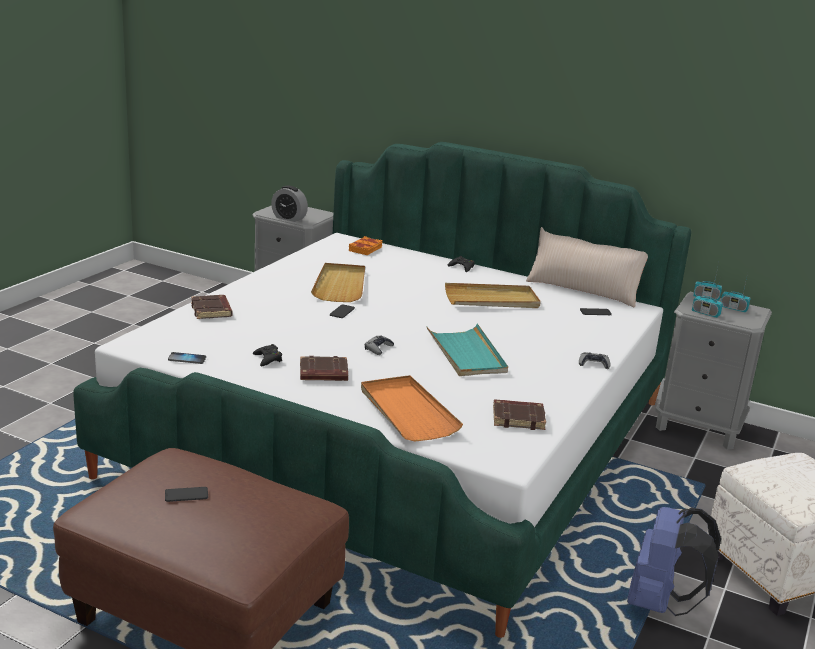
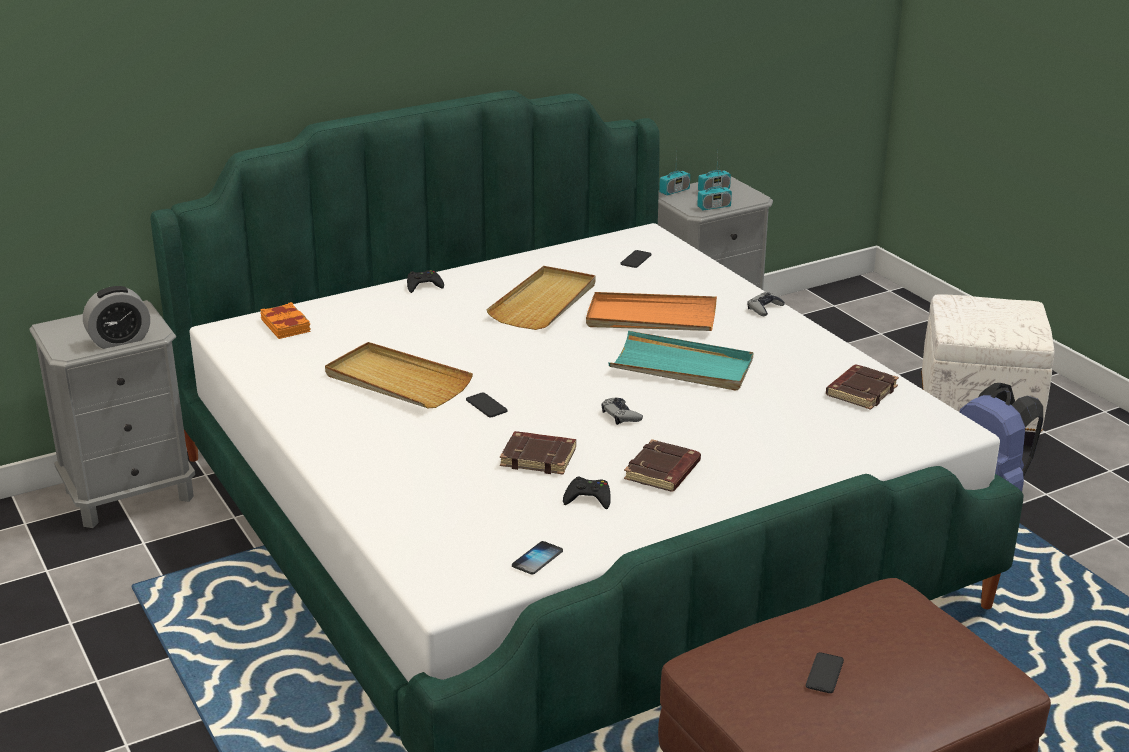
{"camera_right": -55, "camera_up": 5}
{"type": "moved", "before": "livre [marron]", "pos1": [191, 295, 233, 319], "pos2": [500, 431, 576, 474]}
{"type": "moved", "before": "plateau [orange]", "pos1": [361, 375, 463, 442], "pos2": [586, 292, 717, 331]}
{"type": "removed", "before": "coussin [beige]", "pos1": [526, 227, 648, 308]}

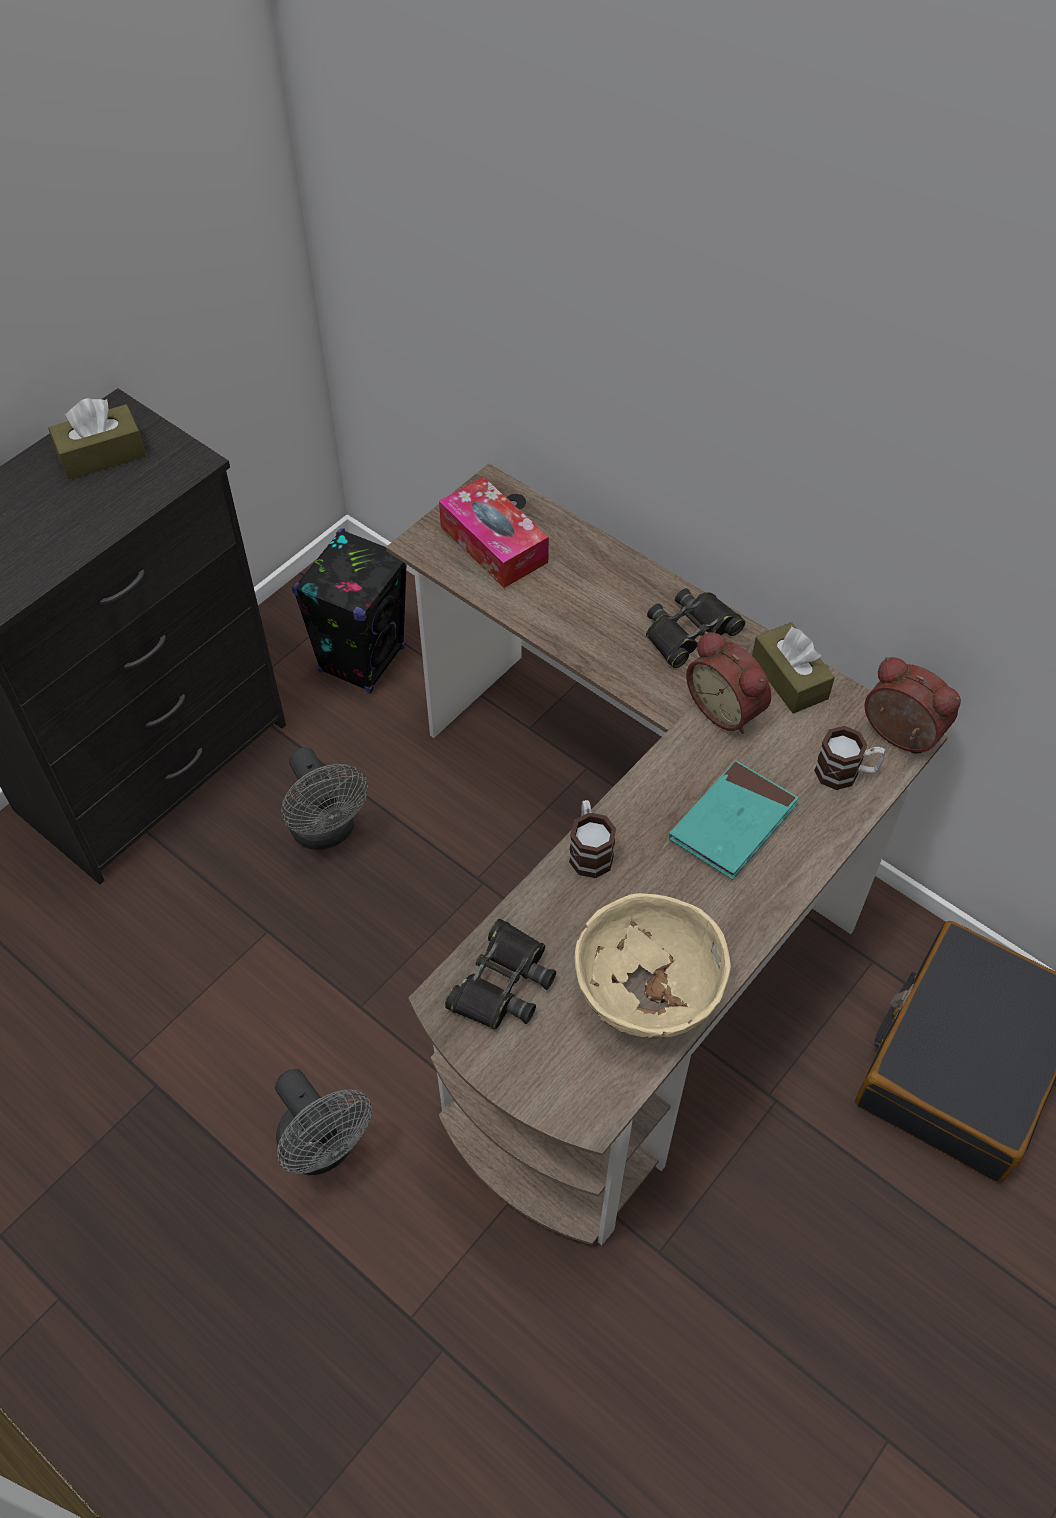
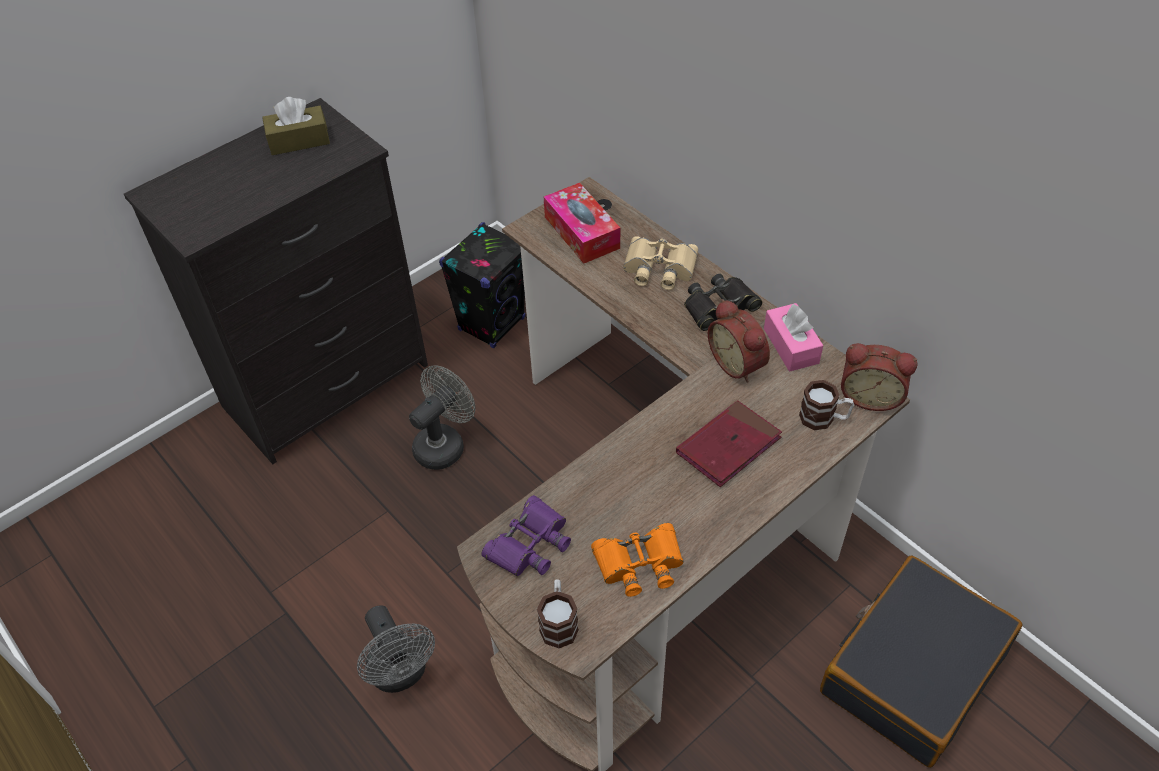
{"camera_right": 10, "camera_up": -5}
{"type": "turned", "before": "ventilateur [gris]", "pos1": [281, 748, 368, 850], "pos2": [409, 365, 475, 470], "turn": -120}
{"type": "recoloured", "before": "jumelles [noir]", "after": "jumelles [violet]", "pos1": [445, 918, 556, 1030], "pos2": [482, 495, 571, 576]}
{"type": "moved", "before": "mug", "pos1": [569, 800, 616, 878], "pos2": [537, 579, 579, 648]}
{"type": "replaced", "before": "bol [beige]", "after": "jumelles [orange]", "pos1": [575, 893, 731, 1039], "pos2": [591, 523, 684, 597]}
{"type": "added", "after": "jumelles [beige]", "pos2": [623, 236, 698, 290]}
{"type": "recoloured", "before": "livre [turquoise]", "after": "livre [rouge]", "pos1": [669, 760, 799, 880], "pos2": [676, 400, 782, 487]}
{"type": "recoloured", "before": "boîte à mouchoirs [marron]", "after": "boîte à mouchoirs [rose]", "pos1": [752, 622, 835, 714], "pos2": [764, 303, 823, 372]}
{"type": "turned", "before": "réveil", "pos1": [865, 657, 961, 753], "pos2": [841, 343, 917, 411], "turn": 150}

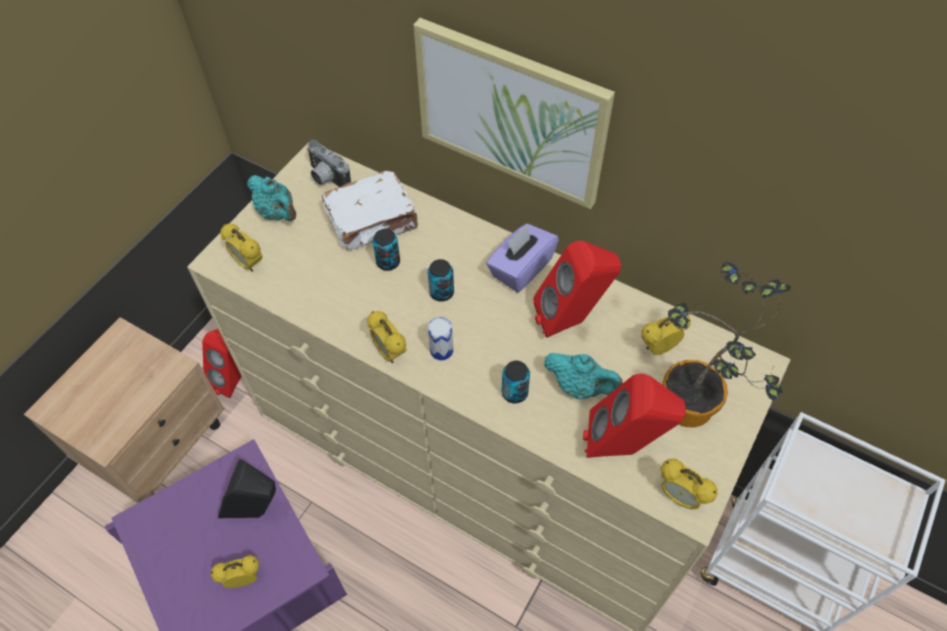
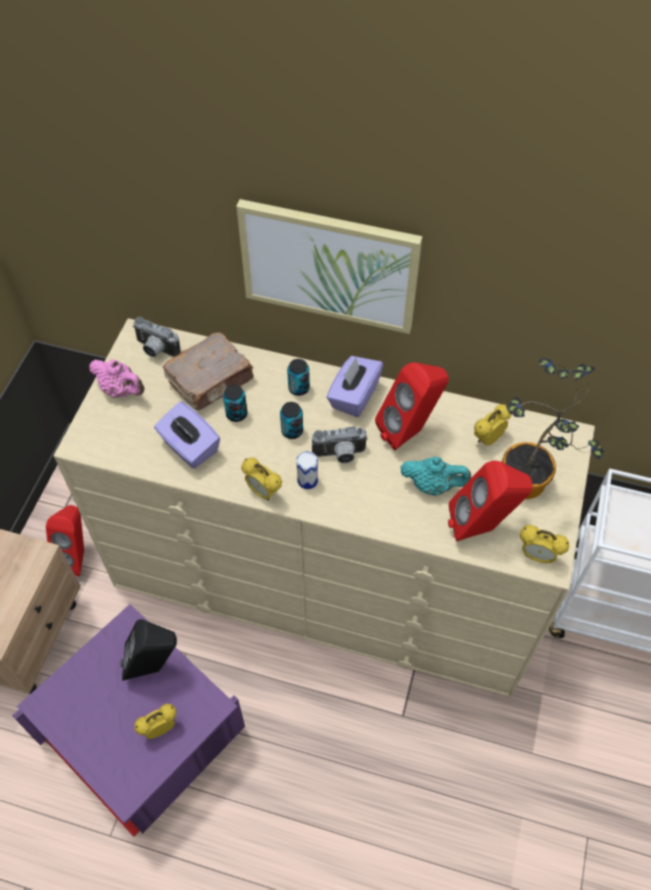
{"camera_right": -15, "camera_up": 0}
{"type": "recoloured", "before": "théière [turquoise]", "after": "théière [rose]", "pos1": [247, 175, 296, 221], "pos2": [89, 359, 144, 398]}
{"type": "added", "after": "boîte à mouchoirs [violet]", "pos2": [154, 401, 220, 469]}
{"type": "recoloured", "before": "livre [blanc]", "after": "livre [marron]", "pos1": [322, 171, 419, 250], "pos2": [163, 333, 254, 410]}
{"type": "moved", "before": "boîte métallique", "pos1": [501, 361, 530, 403], "pos2": [287, 359, 310, 396]}
{"type": "added", "after": "appareil photo", "pos2": [312, 426, 368, 463]}
{"type": "removed", "before": "réveil", "pos1": [220, 224, 262, 272]}

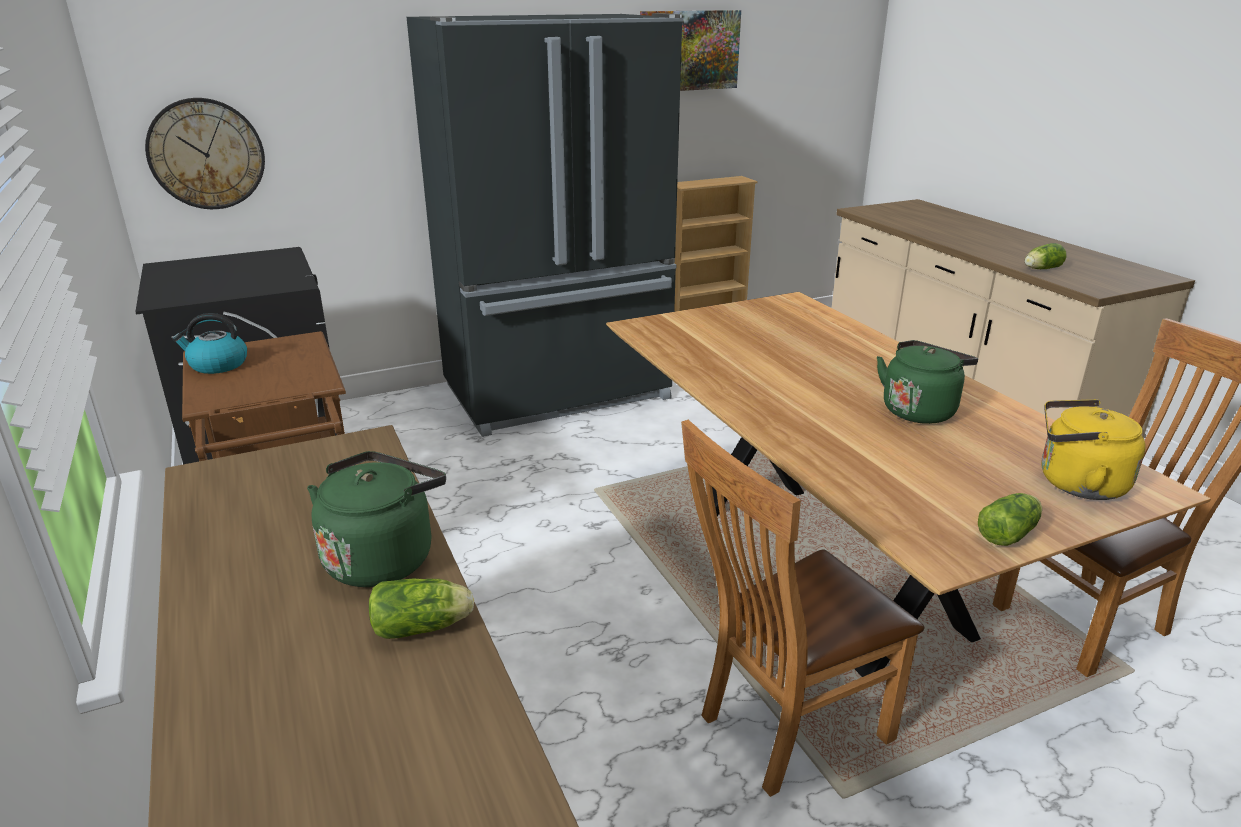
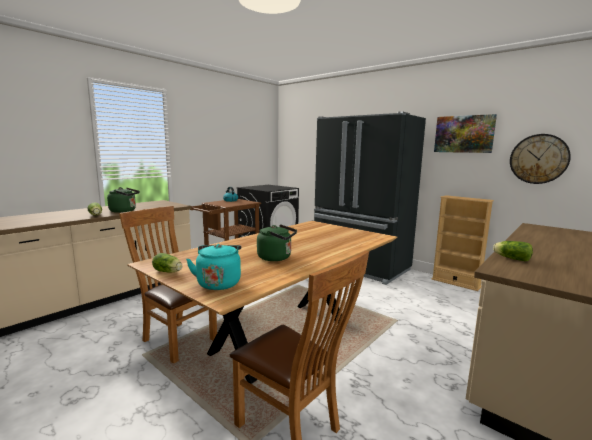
{"camera_right": 65, "camera_up": -15}
{"type": "recoloured", "before": "bouilloire [jaune]", "after": "bouilloire [turquoise]", "pos1": [1041, 399, 1146, 500], "pos2": [186, 244, 241, 290]}
{"type": "moved", "before": "horloge murale", "pos1": [145, 98, 265, 209], "pos2": [510, 134, 571, 184]}

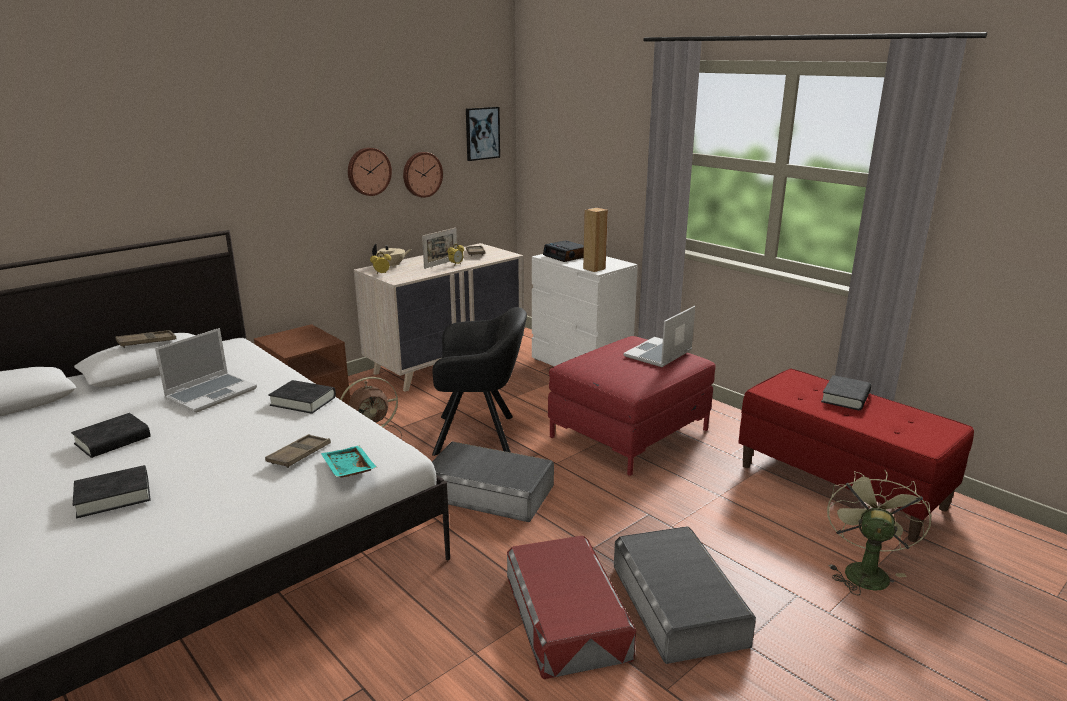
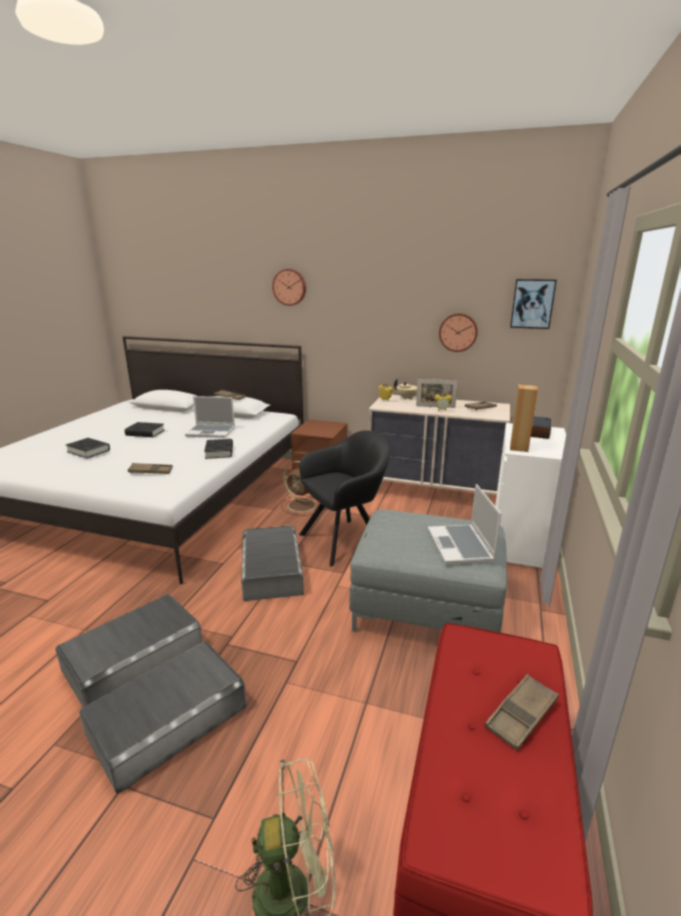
{"camera_right": 60, "camera_up": 0}
{"type": "recoloured", "before": "boîte de rangement [rouge]", "after": "boîte de rangement [gris]", "pos1": [507, 535, 636, 679], "pos2": [56, 594, 203, 707]}
{"type": "moved", "before": "horloge murale", "pos1": [348, 148, 392, 196], "pos2": [272, 269, 306, 306]}
{"type": "turned", "before": "fauteuil [noir]", "pos1": [432, 307, 527, 456], "pos2": [299, 430, 390, 566], "turn": -90}
{"type": "recoloured", "before": "pouf [rouge]", "after": "pouf [gris]", "pos1": [548, 336, 715, 476], "pos2": [349, 510, 507, 633]}
{"type": "turned", "before": "ordinateur portable", "pos1": [623, 306, 695, 367], "pos2": [428, 484, 501, 564], "turn": -105}
{"type": "replaced", "before": "livre [noir]", "after": "plateau [marron]", "pos1": [821, 375, 871, 410], "pos2": [485, 674, 559, 751]}
{"type": "removed", "before": "plateau [turquoise]", "pos1": [321, 446, 377, 478]}

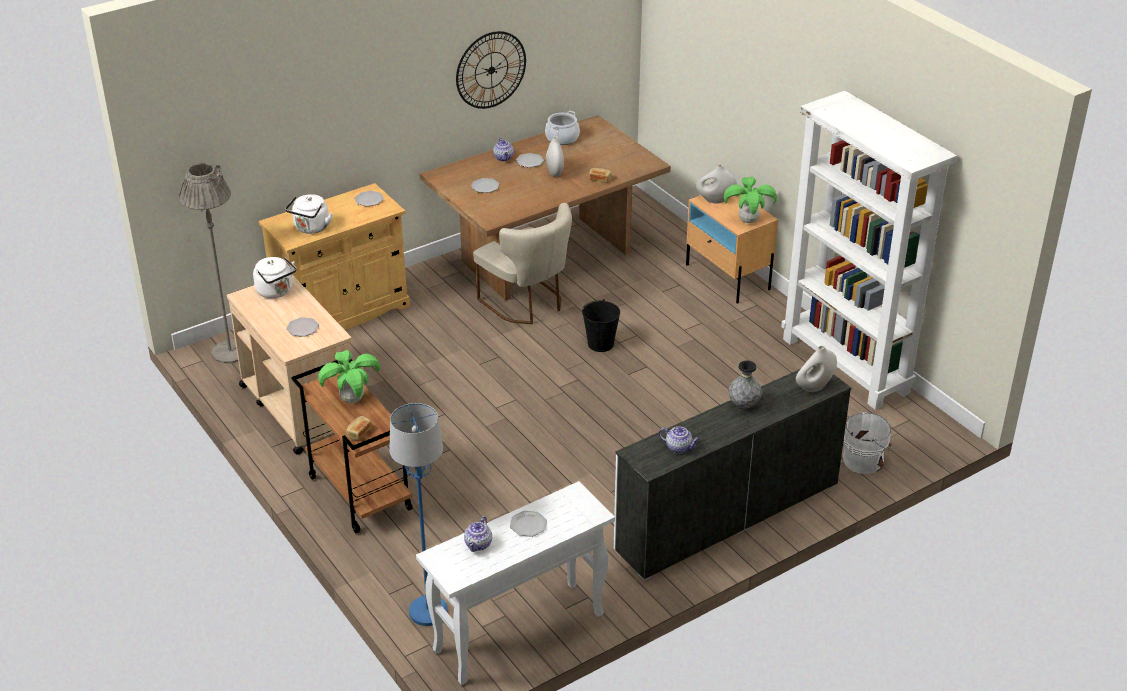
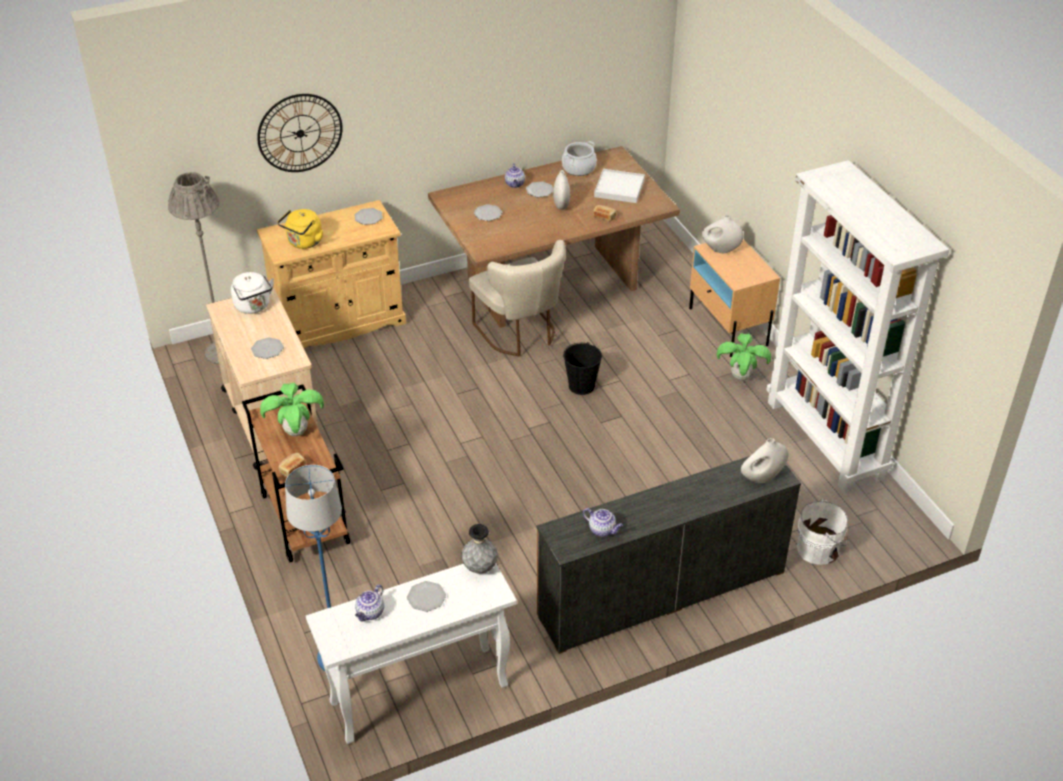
{"camera_right": 10, "camera_up": 5}
{"type": "moved", "before": "horloge murale", "pos1": [456, 31, 526, 109], "pos2": [257, 94, 343, 172]}
{"type": "recoloured", "before": "bouilloire [blanc]", "after": "bouilloire [jaune]", "pos1": [285, 194, 333, 234], "pos2": [278, 209, 323, 249]}
{"type": "moved", "before": "vase [gris]", "pos1": [729, 361, 762, 408], "pos2": [461, 524, 498, 574]}
{"type": "recoloured", "before": "commode [blanc]", "after": "commode [marron]", "pos1": [614, 369, 851, 581], "pos2": [537, 456, 801, 654]}
{"type": "added", "after": "plateau [blanc]", "pos2": [594, 169, 645, 203]}
{"type": "moved", "before": "plante en pot", "pos1": [724, 177, 777, 223], "pos2": [717, 333, 771, 381]}

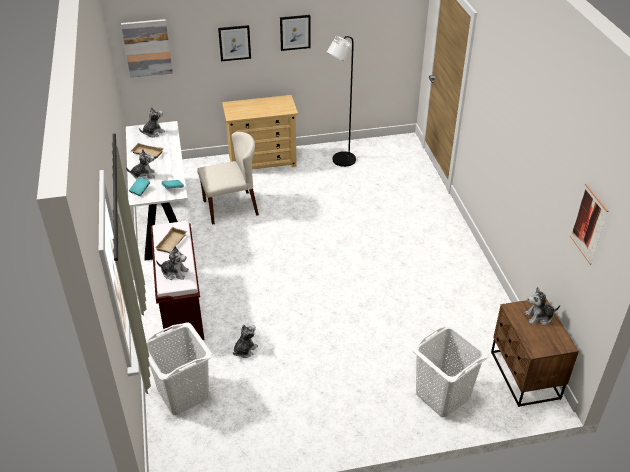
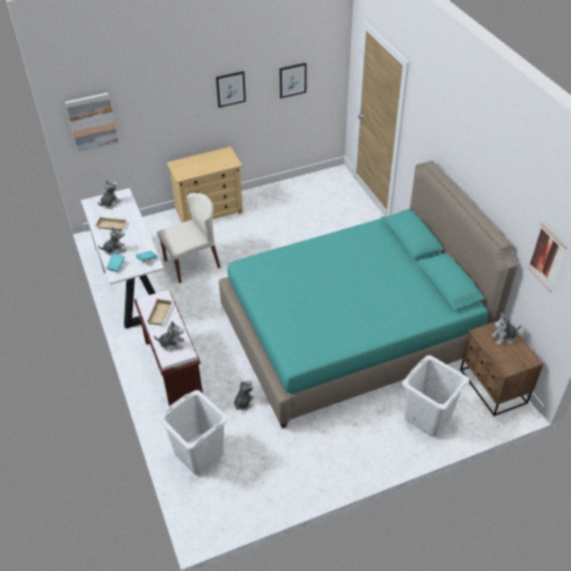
{"camera_right": -10, "camera_up": 5}
{"type": "added", "after": "lit [turquoise]", "pos2": [219, 161, 518, 428]}
{"type": "moved", "before": "tableau", "pos1": [218, 25, 251, 61], "pos2": [279, 63, 307, 98]}
{"type": "removed", "before": "lampadaire [noir]", "pos1": [326, 36, 356, 167]}

